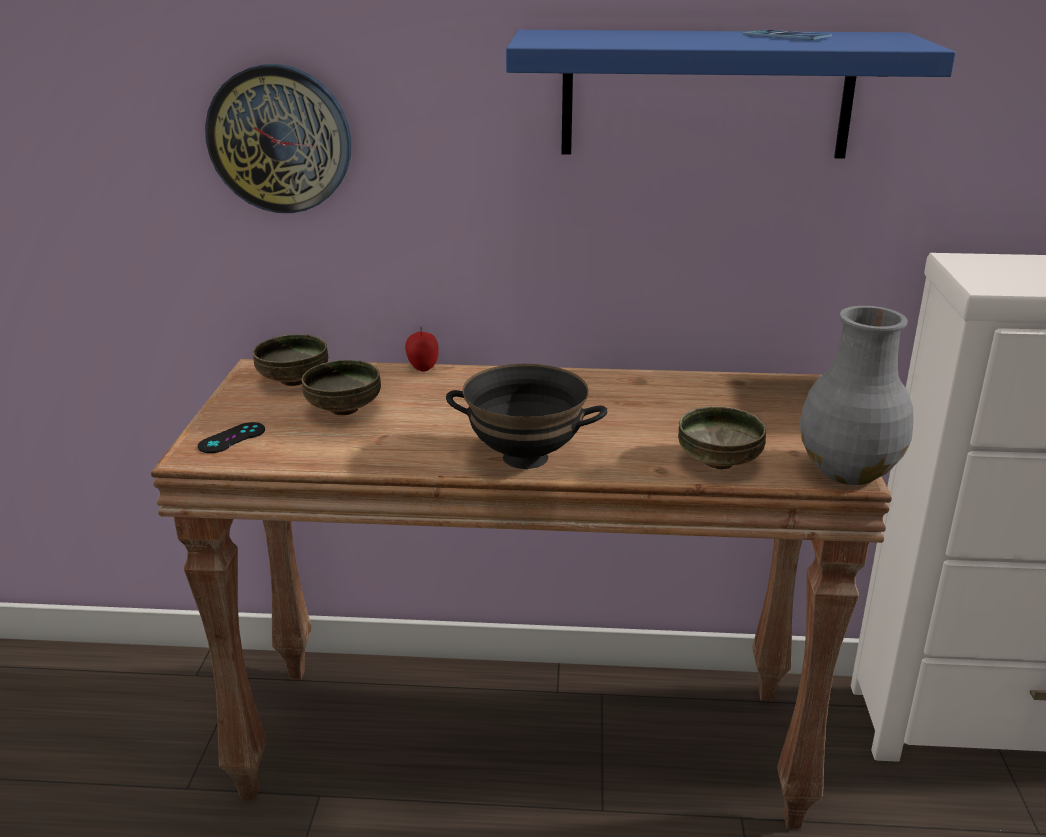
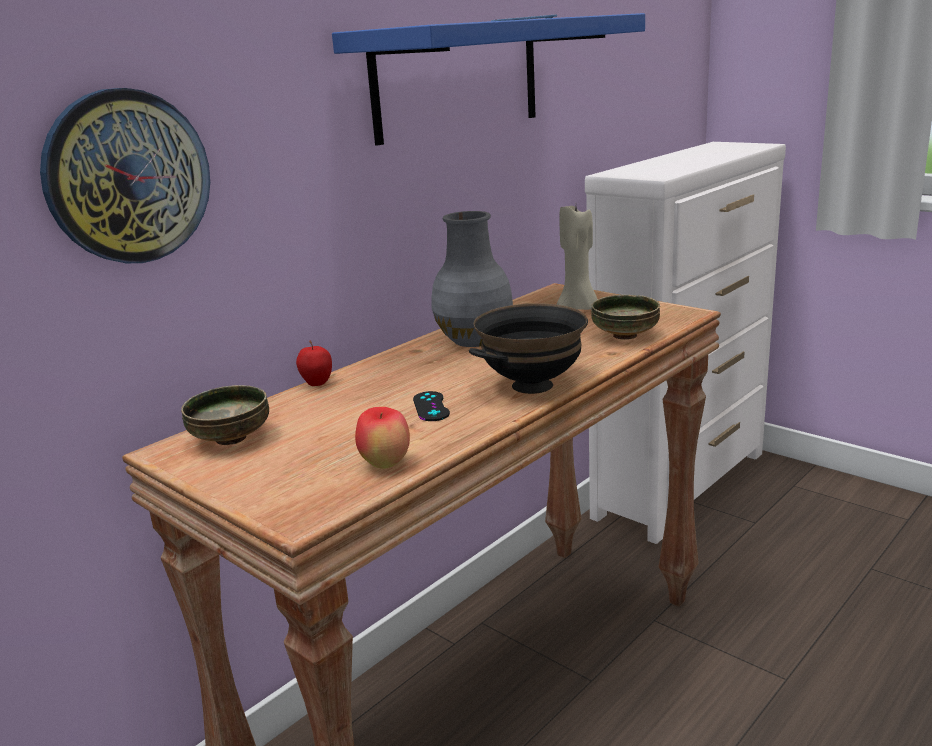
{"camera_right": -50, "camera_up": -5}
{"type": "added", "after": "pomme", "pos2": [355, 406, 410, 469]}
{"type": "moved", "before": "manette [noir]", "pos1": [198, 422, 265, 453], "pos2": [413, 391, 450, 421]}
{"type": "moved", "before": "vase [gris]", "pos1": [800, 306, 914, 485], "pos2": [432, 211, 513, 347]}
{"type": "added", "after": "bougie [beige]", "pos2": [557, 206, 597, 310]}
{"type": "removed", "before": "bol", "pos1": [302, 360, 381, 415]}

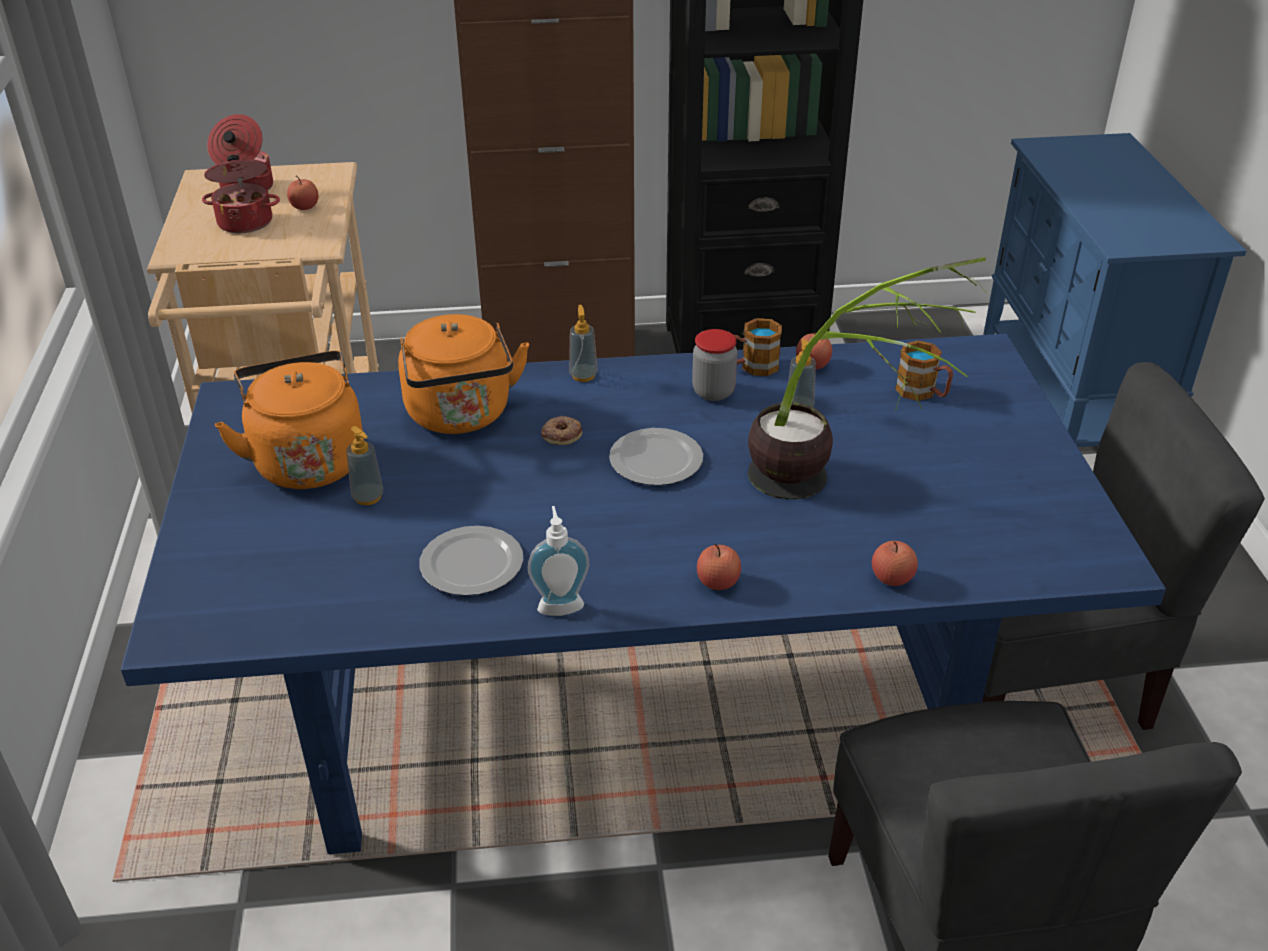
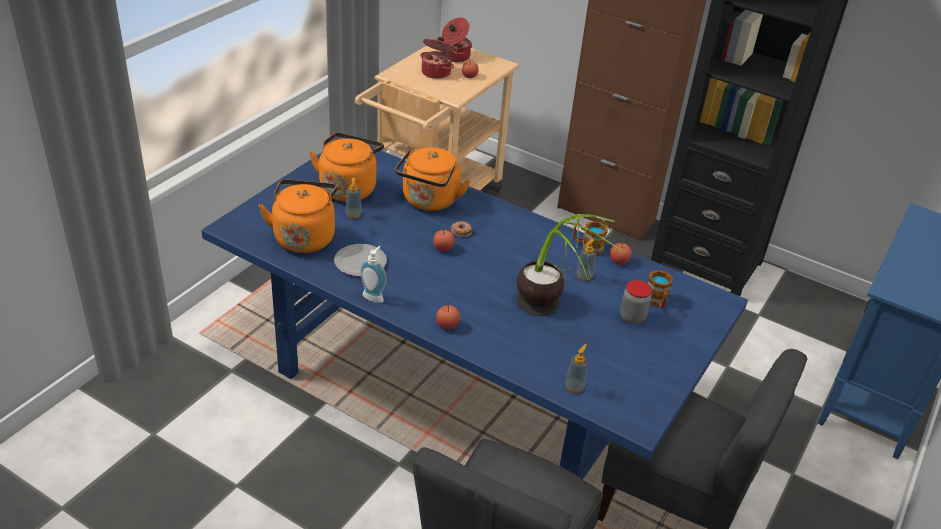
{"camera_right": 35, "camera_up": 0}
{"type": "added", "after": "bouilloire [orange]", "pos2": [258, 179, 338, 253]}
{"type": "moved", "before": "pomme", "pos1": [872, 541, 918, 586], "pos2": [433, 228, 455, 252]}
{"type": "moved", "before": "distributeur de savon", "pos1": [569, 305, 598, 382], "pos2": [565, 344, 588, 393]}
{"type": "moved", "before": "bocal", "pos1": [692, 329, 738, 401], "pos2": [620, 280, 652, 324]}
{"type": "removed", "before": "assiette", "pos1": [609, 428, 703, 486]}

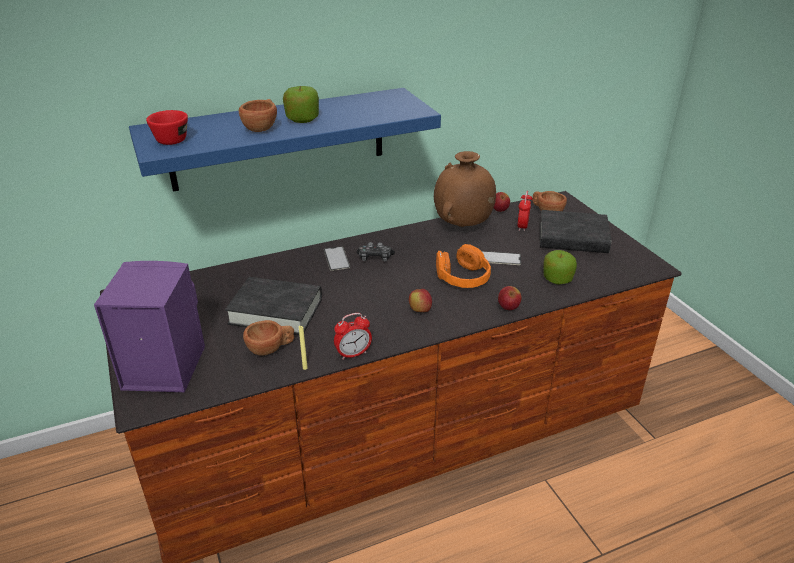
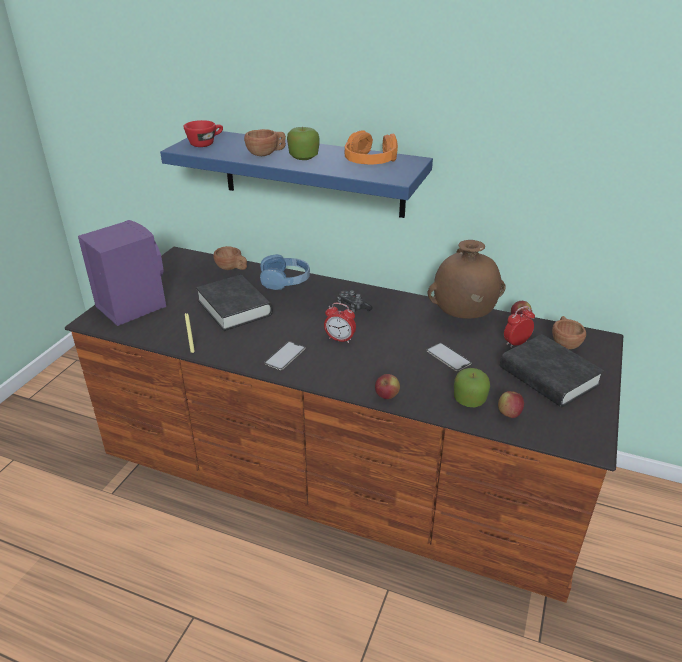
{"camera_right": 45, "camera_up": 0}
{"type": "moved", "before": "tasse [marron]", "pos1": [243, 320, 295, 356], "pos2": [213, 246, 247, 270]}
{"type": "added", "after": "casque audio [bleu]", "pos2": [260, 254, 310, 290]}
{"type": "moved", "before": "téléphone", "pos1": [324, 246, 350, 271], "pos2": [264, 341, 306, 370]}
{"type": "moved", "before": "réveil", "pos1": [334, 313, 372, 360], "pos2": [324, 303, 356, 343]}
{"type": "moved", "before": "casque audio [orange]", "pos1": [436, 244, 491, 288], "pos2": [345, 130, 398, 165]}
{"type": "moved", "before": "pomme", "pos1": [409, 289, 432, 312], "pos2": [498, 391, 524, 418]}

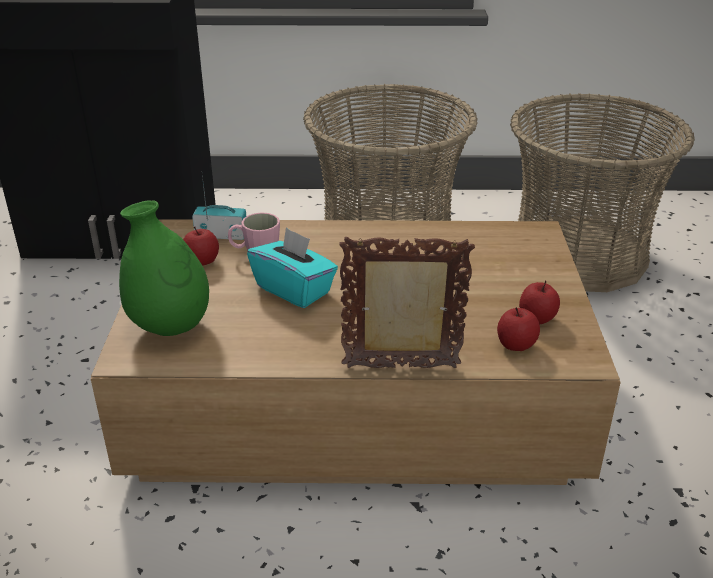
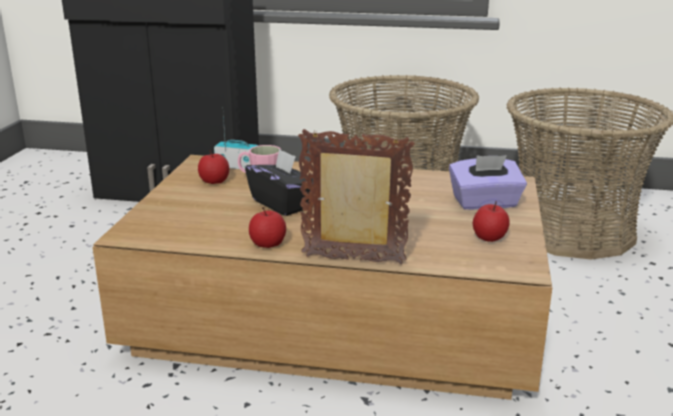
{"camera_right": 10, "camera_up": -10}
{"type": "recoloured", "before": "boîte à mouchoirs [turquoise]", "after": "boîte à mouchoirs [noir]", "pos1": [247, 227, 338, 308], "pos2": [245, 148, 313, 216]}
{"type": "moved", "before": "pomme", "pos1": [497, 307, 540, 351], "pos2": [249, 207, 286, 248]}
{"type": "added", "after": "boîte à mouchoirs [violet]", "pos2": [449, 155, 527, 210]}
{"type": "removed", "before": "vase [vert]", "pos1": [119, 200, 209, 336]}

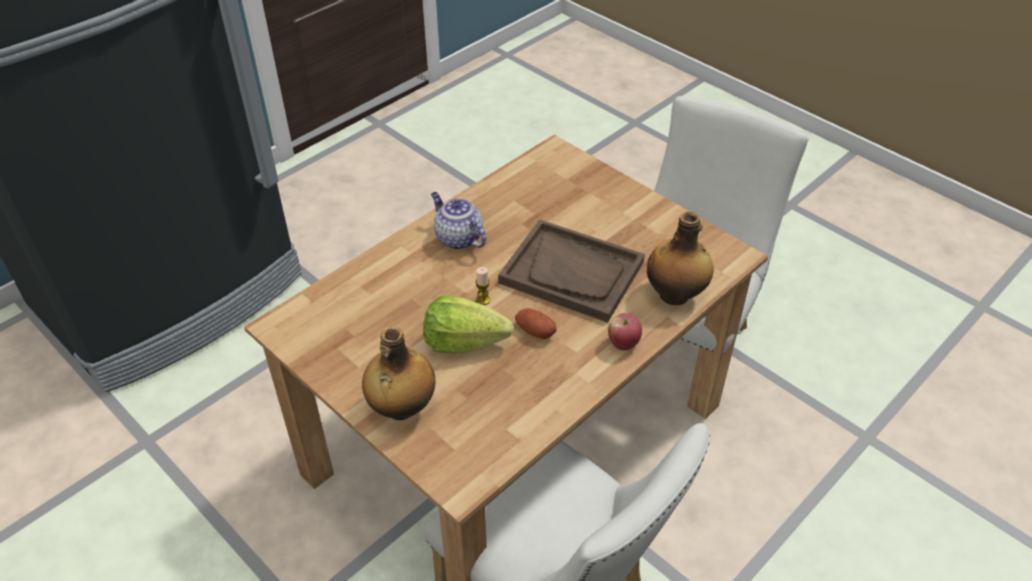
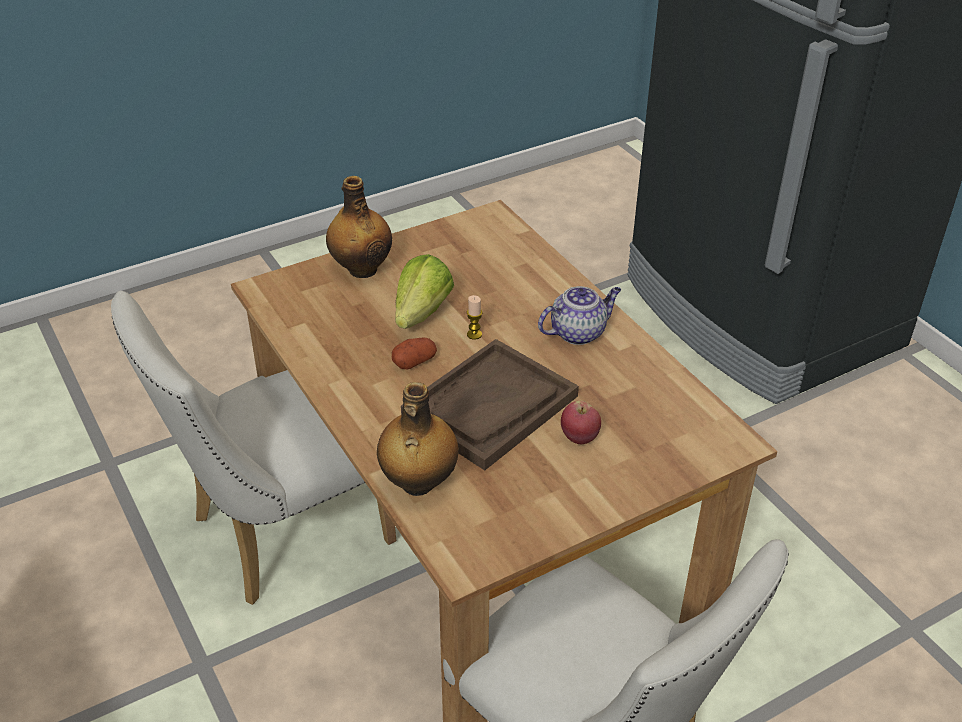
{"camera_right": 105, "camera_up": -5}
{"type": "moved", "before": "pomme", "pos1": [608, 313, 642, 350], "pos2": [561, 400, 601, 444]}

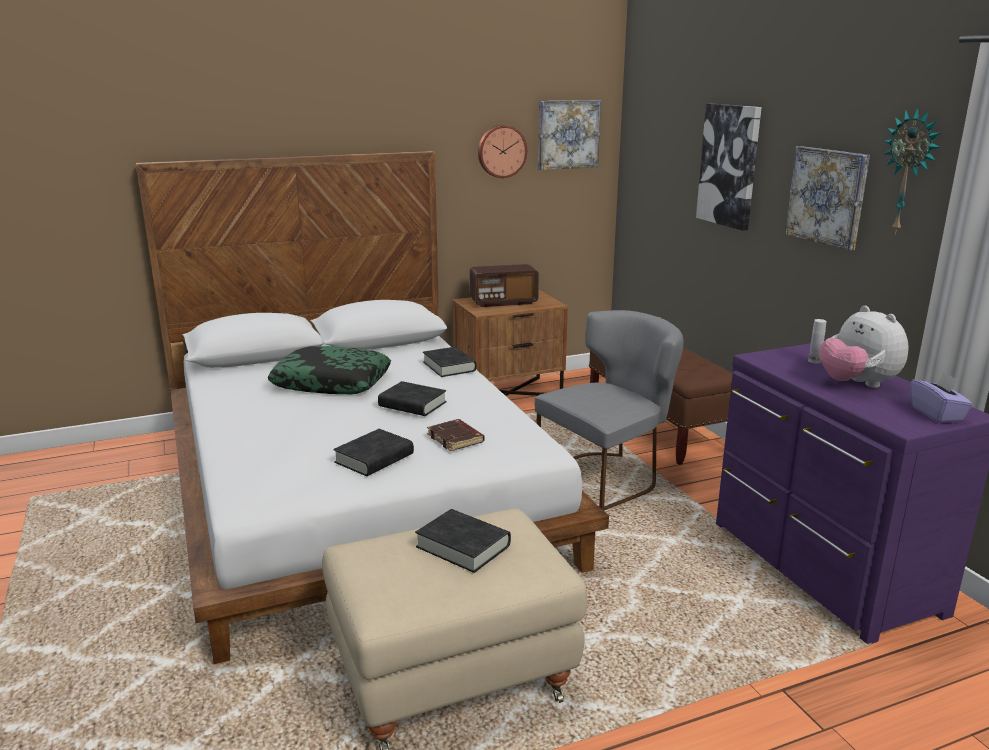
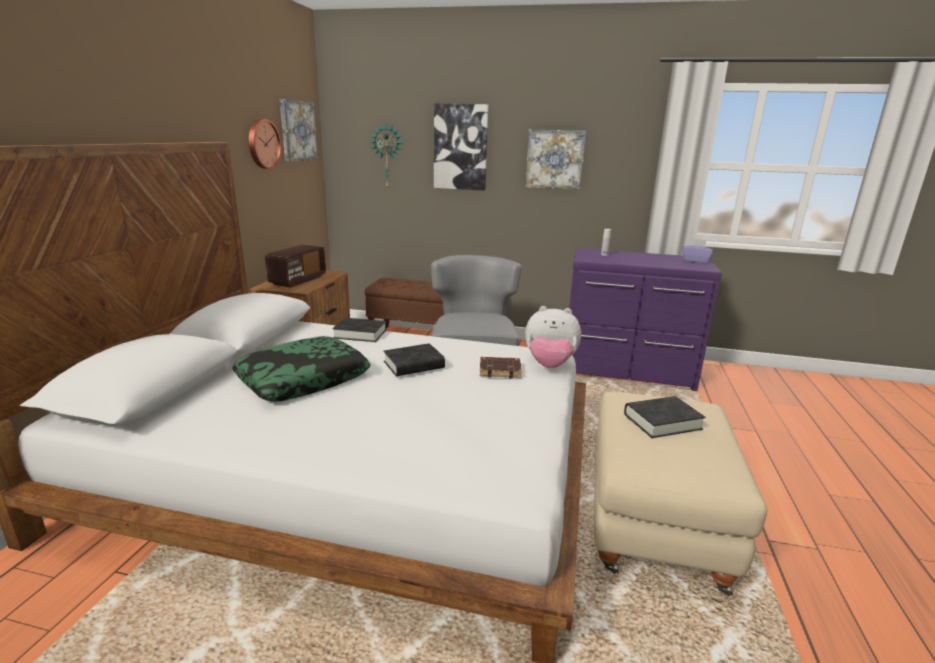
{"camera_right": -55, "camera_up": 0}
{"type": "moved", "before": "horloge murale", "pos1": [883, 107, 940, 234], "pos2": [371, 124, 402, 190]}
{"type": "moved", "before": "peluche", "pos1": [819, 306, 909, 388], "pos2": [525, 306, 581, 368]}
{"type": "removed", "before": "livre [noir]", "pos1": [333, 429, 414, 476]}

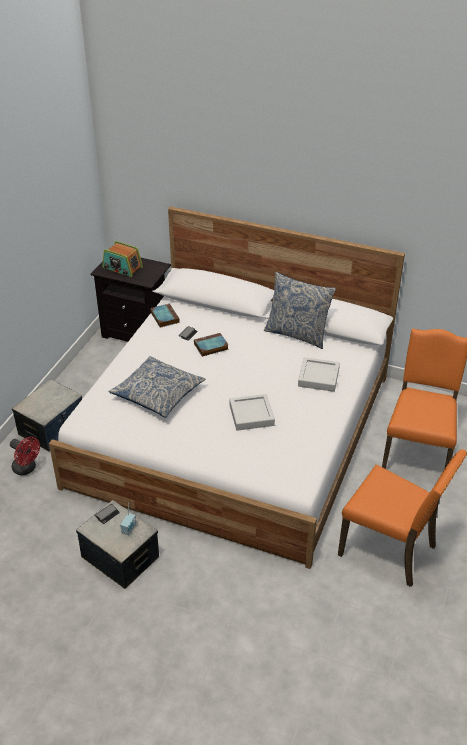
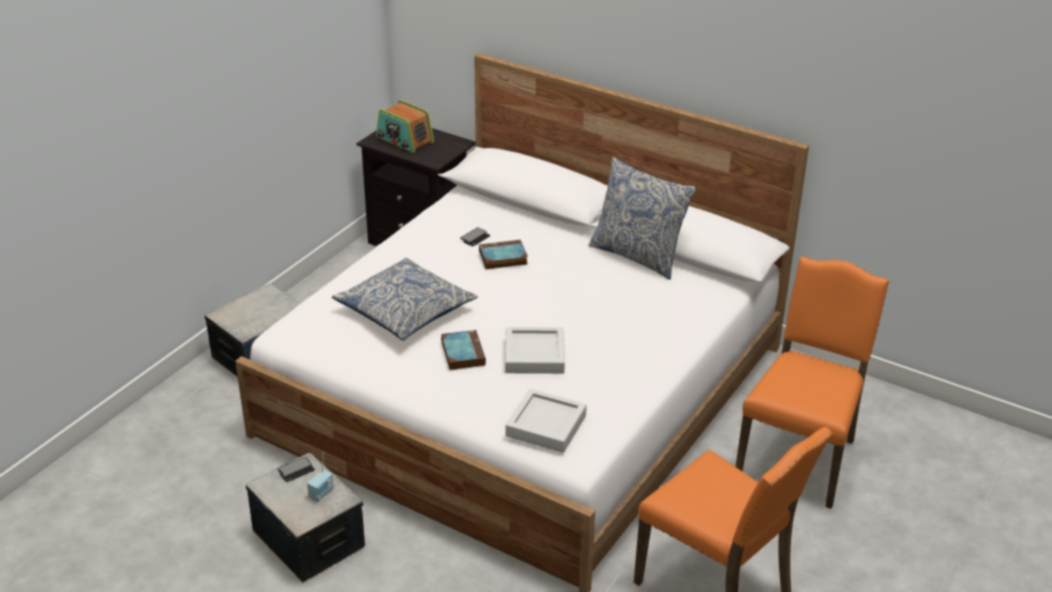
{"camera_right": 10, "camera_up": -5}
{"type": "moved", "before": "livre", "pos1": [150, 303, 179, 328], "pos2": [441, 330, 486, 370]}
{"type": "moved", "before": "plateau [gris]", "pos1": [298, 357, 340, 392], "pos2": [506, 389, 587, 453]}
{"type": "removed", "before": "ventilateur [rouge]", "pos1": [10, 437, 40, 475]}

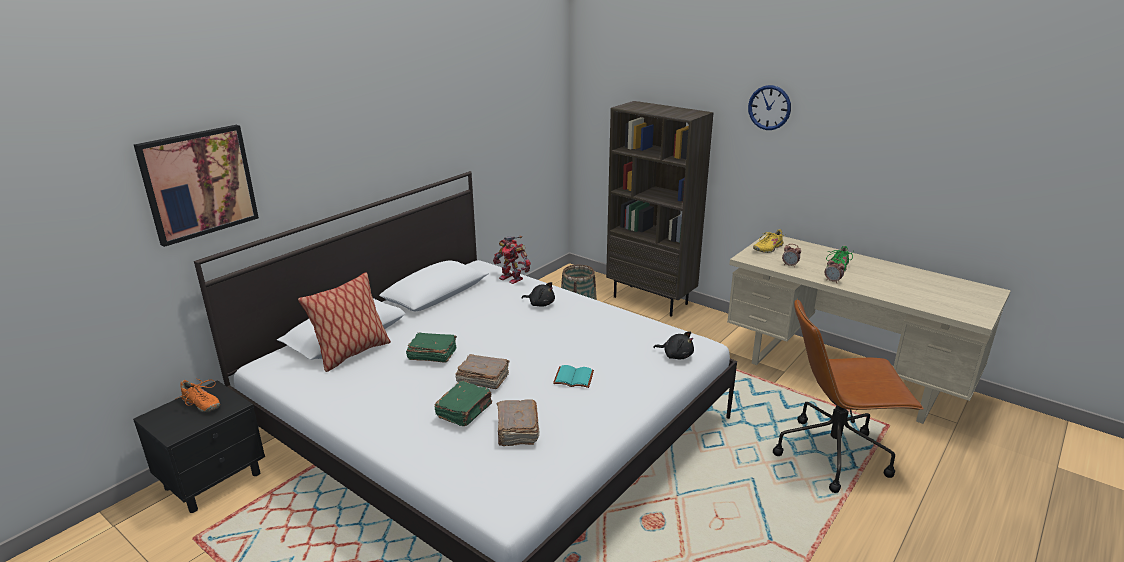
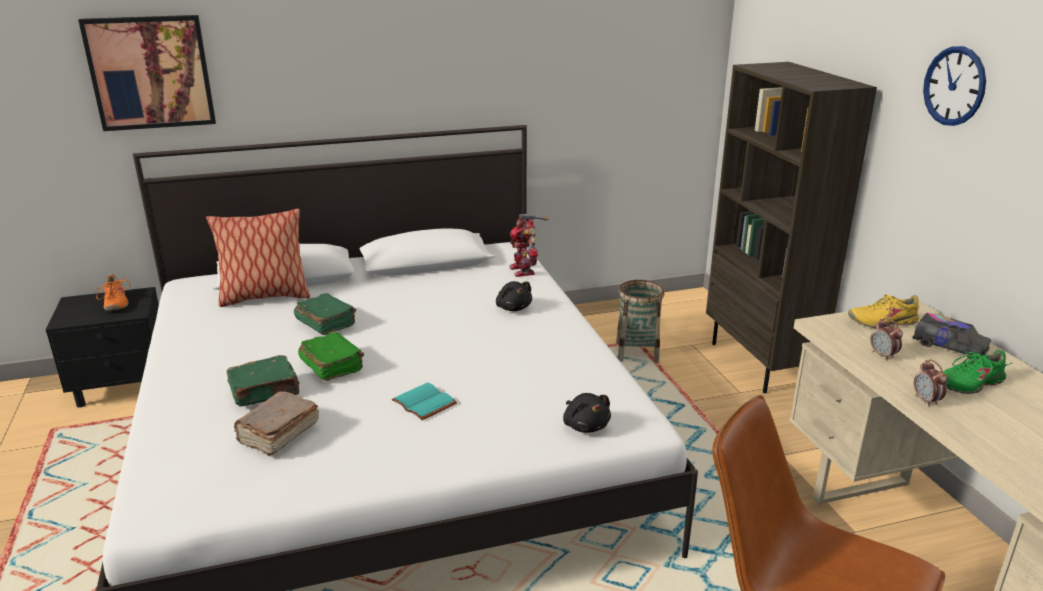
{"camera_right": 35, "camera_up": 0}
{"type": "recoloured", "before": "livre [marron]", "after": "livre [vert]", "pos1": [455, 354, 510, 389], "pos2": [298, 332, 364, 381]}
{"type": "added", "after": "camion jouet", "pos2": [913, 313, 991, 360]}

